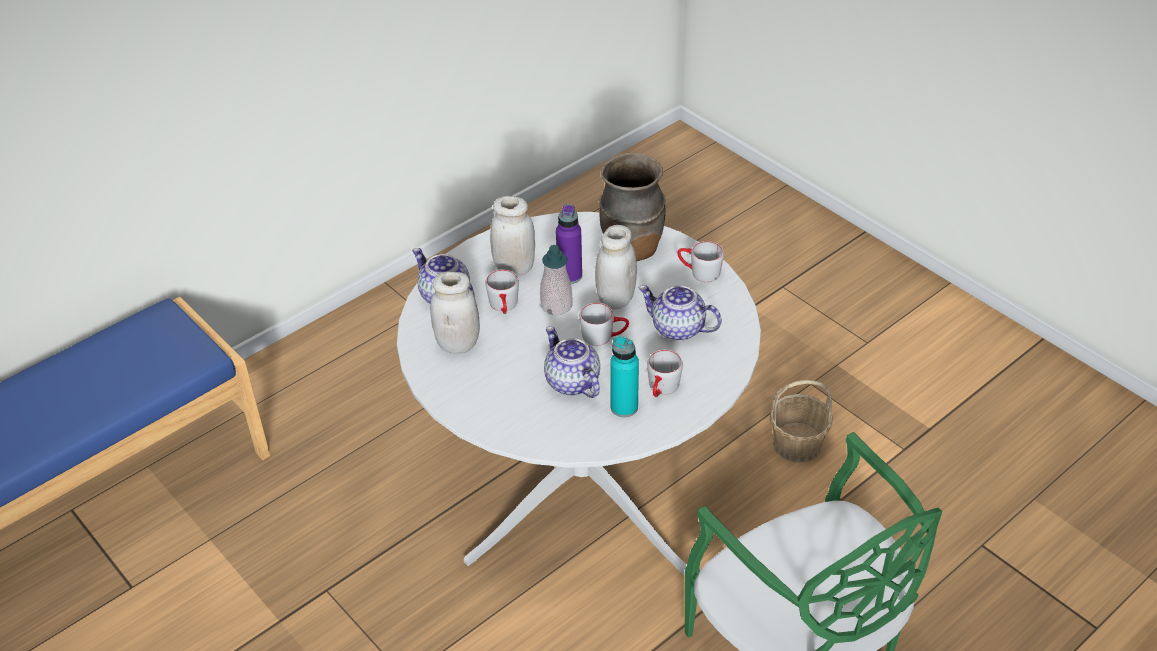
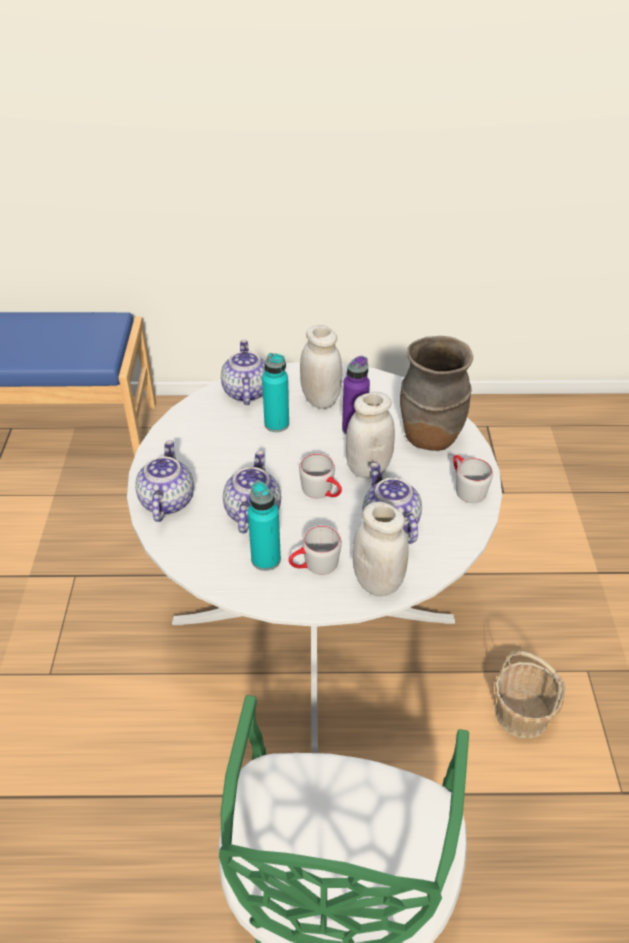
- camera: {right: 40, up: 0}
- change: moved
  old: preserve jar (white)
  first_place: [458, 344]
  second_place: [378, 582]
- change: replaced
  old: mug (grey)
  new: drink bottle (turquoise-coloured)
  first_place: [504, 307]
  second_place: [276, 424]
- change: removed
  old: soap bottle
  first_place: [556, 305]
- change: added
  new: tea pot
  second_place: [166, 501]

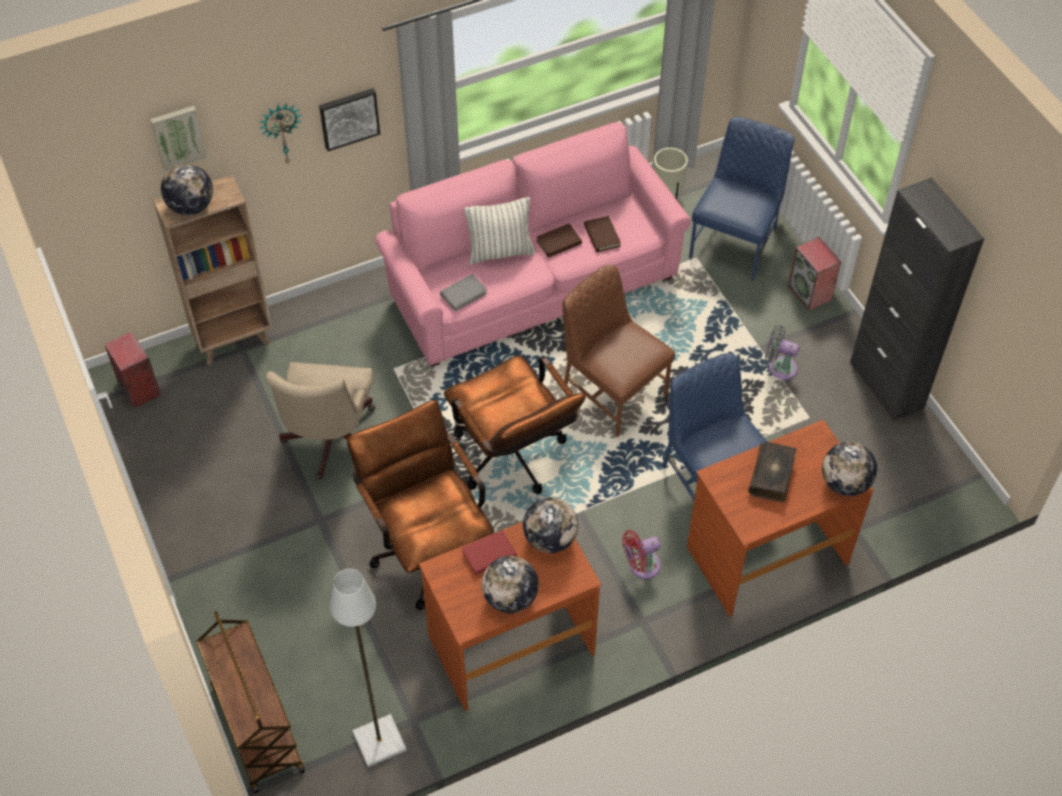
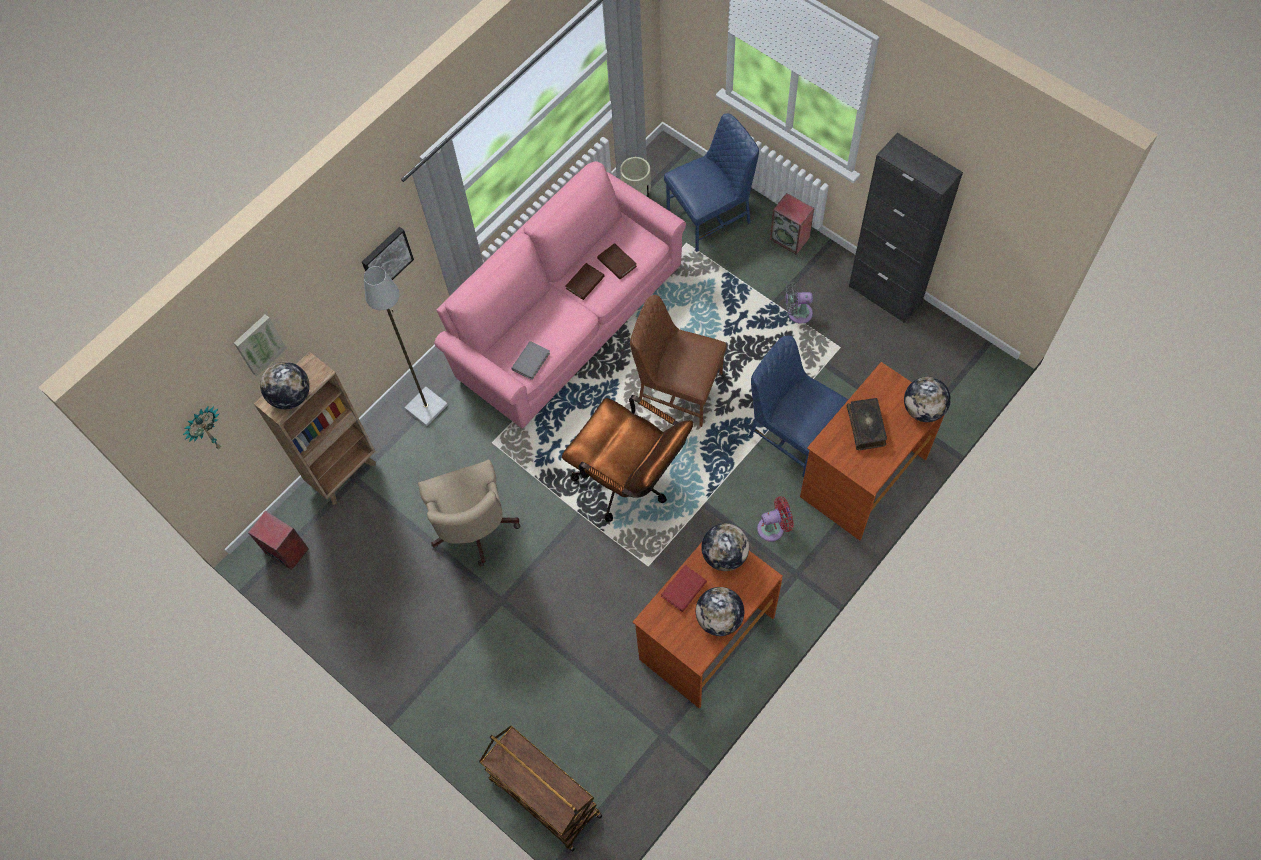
- camera: {right: -20, up: 10}
- change: moved
  old: hanging clock
  first_place: [281, 132]
  second_place: [205, 429]
- change: moved
  old: standard lamp (grey)
  first_place: [379, 740]
  second_place: [426, 406]
- change: removed
  old: desk chair (brown-coloured)
  first_place: [427, 547]
- change: removed
  old: cushion
  first_place: [500, 252]
- change: turned
  old: electric fan (red-coloured)
  first_place: [641, 566]
  second_place: [773, 528]
  degrees: -150
- change: turned
  old: upright chair (bluish)
  first_place: [735, 242]
  second_place: [710, 216]
  degrees: 60

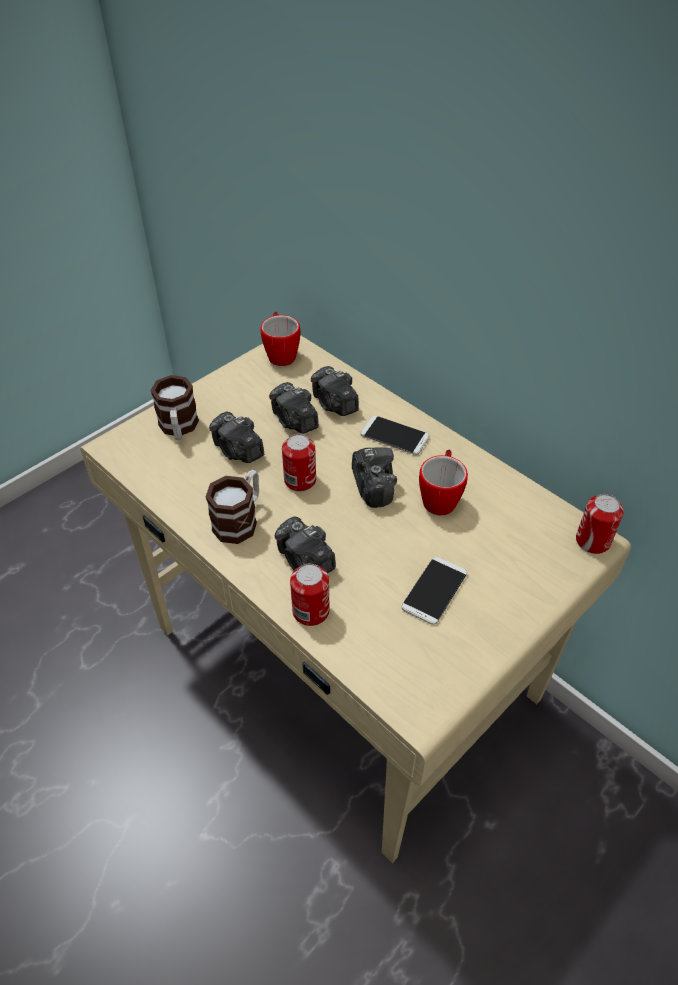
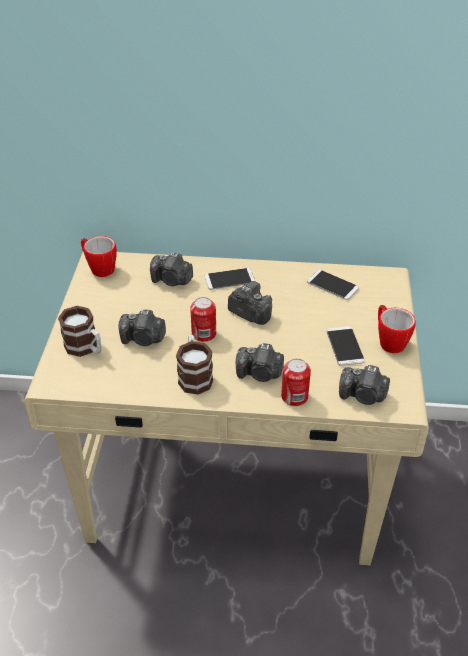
- camera: {right: -40, up: -5}
- change: moved
  old: photo camera
  first_place: [294, 421]
  second_place: [363, 396]
- change: moved
  old: mug
  first_place: [440, 497]
  second_place: [389, 341]
- change: removed
  old: can
  first_place: [592, 541]
- change: added
  new: handset
  second_place: [332, 285]

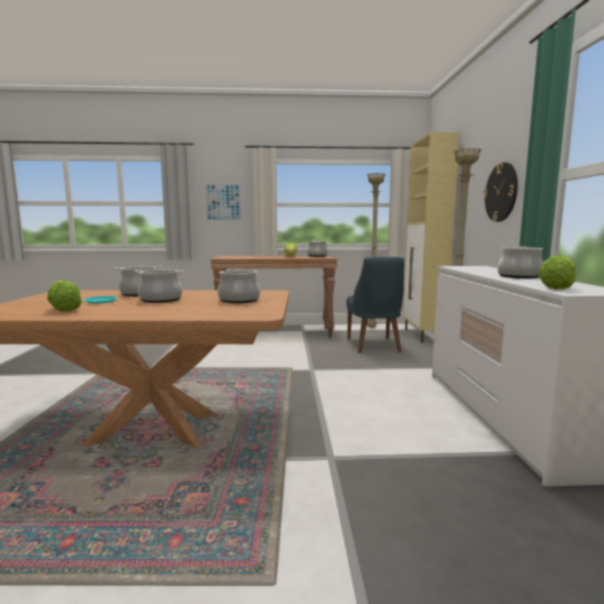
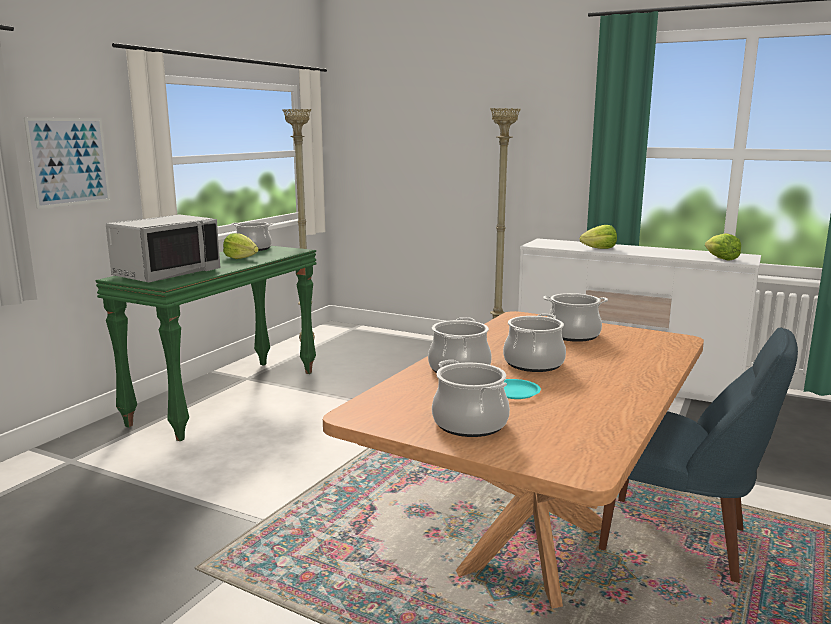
- camera: {right: -60, up: 5}
- change: moved
  old: lettuce
  first_place: [64, 310]
  second_place: [599, 249]
- change: recoloured
  old: hall table (brown-coloured)
  new: hall table (greenish)
  first_place: [276, 333]
  second_place: [226, 396]
- change: moved
  old: upright chair (bluish)
  first_place: [374, 346]
  second_place: [681, 541]
- change: removed
  old: storage cabinet (beige-coloured)
  first_place: [423, 335]
- change: removed
  old: hanging clock
  first_place: [501, 192]
- change: moved
  old: stockpot
  first_place: [519, 276]
  second_place: [469, 424]
- change: added
  new: microwave (grey)
  second_place: [166, 273]

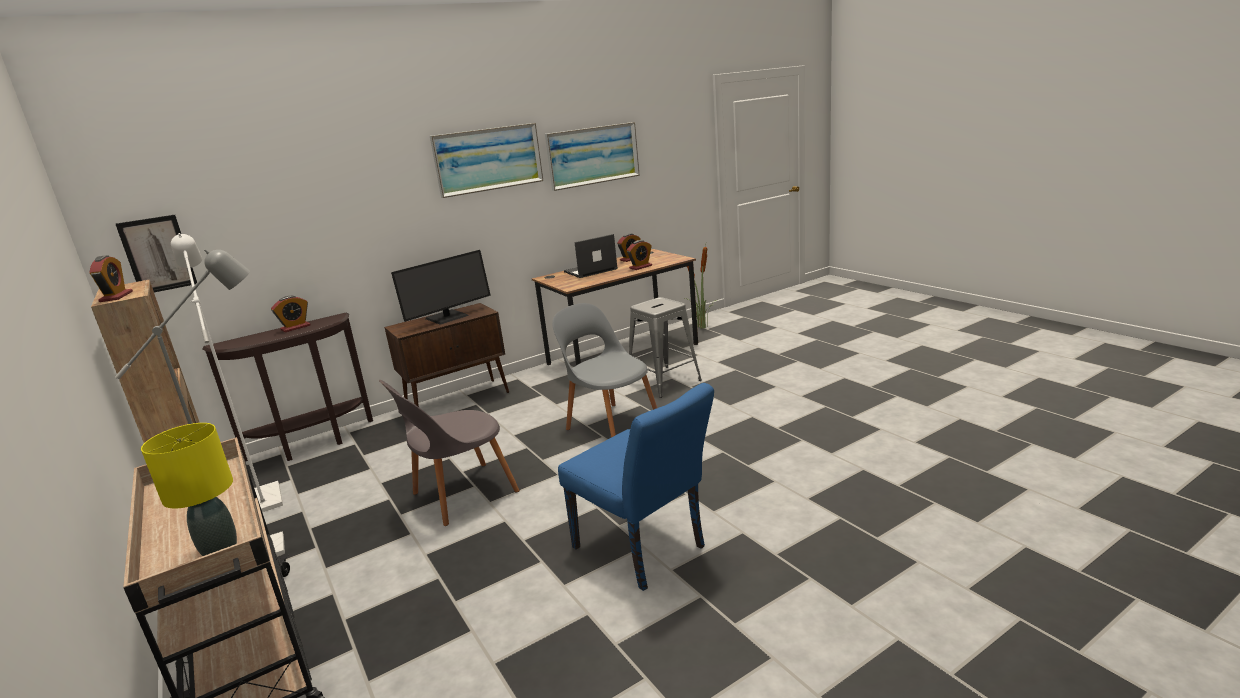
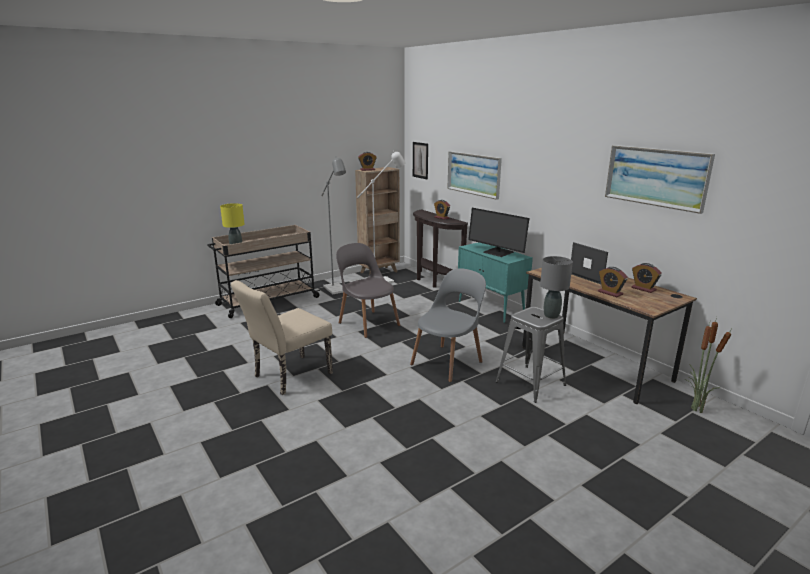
- camera: {right: 85, up: 0}
- change: recoloured
  old: storage cabinet (brown-coloured)
  new: storage cabinet (turquoise-coloured)
  first_place: [458, 400]
  second_place: [491, 308]
- change: moved
  old: wall picture
  first_place: [488, 159]
  second_place: [474, 174]
- change: recoloured
  old: upright chair (bluish)
  new: upright chair (beige-coloured)
  first_place: [645, 551]
  second_place: [288, 377]
- change: added
  new: tabletop lamp (grey)
  second_place: [551, 316]

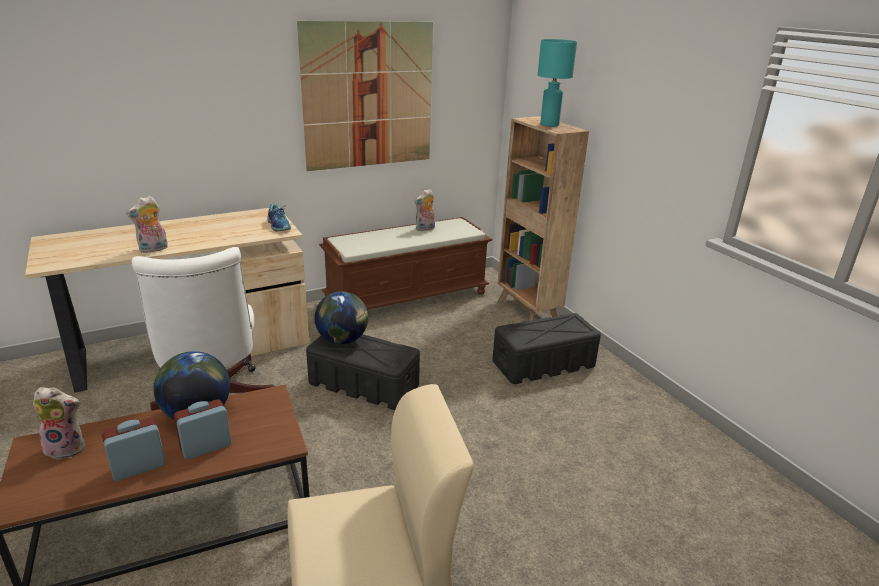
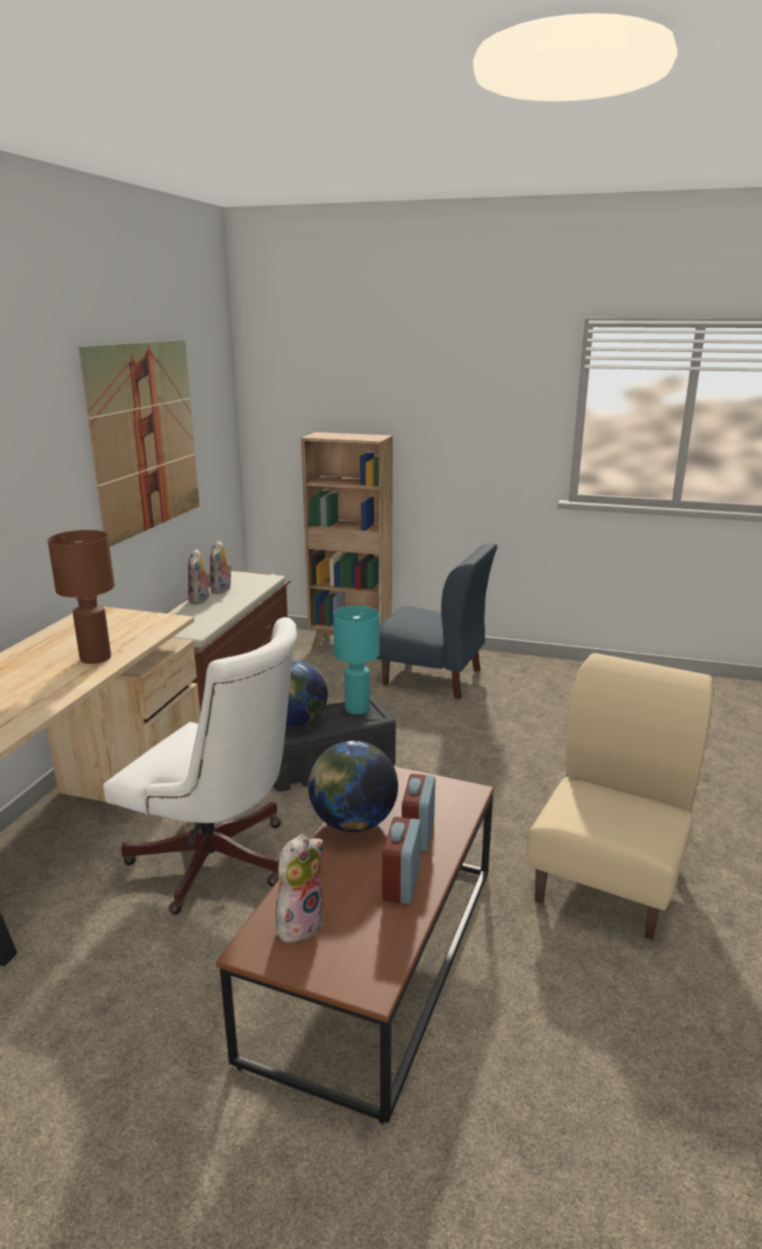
- camera: {right: -45, up: -5}
- change: moved
  old: cuddly toy
  first_place: [153, 249]
  second_place: [200, 600]
- change: removed
  old: shoe
  first_place: [279, 225]
- change: replaced
  old: storage bin (blackish)
  new: upright chair (bluish)
  first_place: [542, 364]
  second_place: [433, 677]
- change: moved
  old: tabletop lamp (turquoise-coloured)
  first_place: [550, 125]
  second_place: [358, 709]
- change: added
  new: tabletop lamp (brown-coloured)
  second_place: [95, 658]

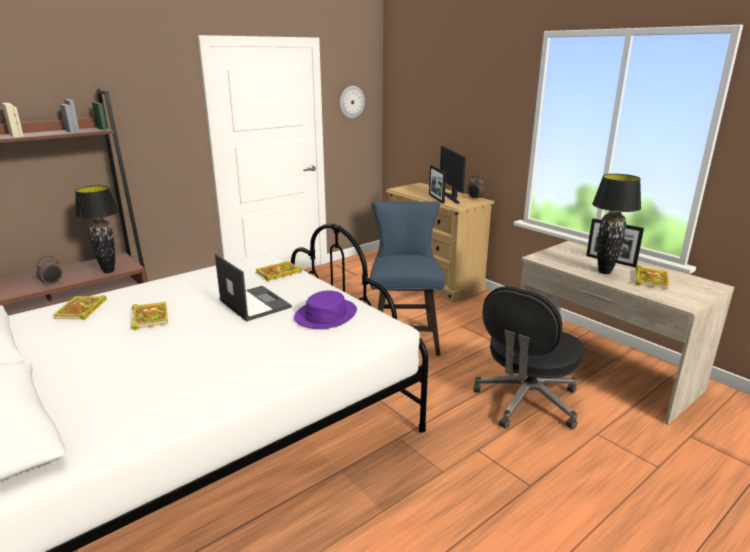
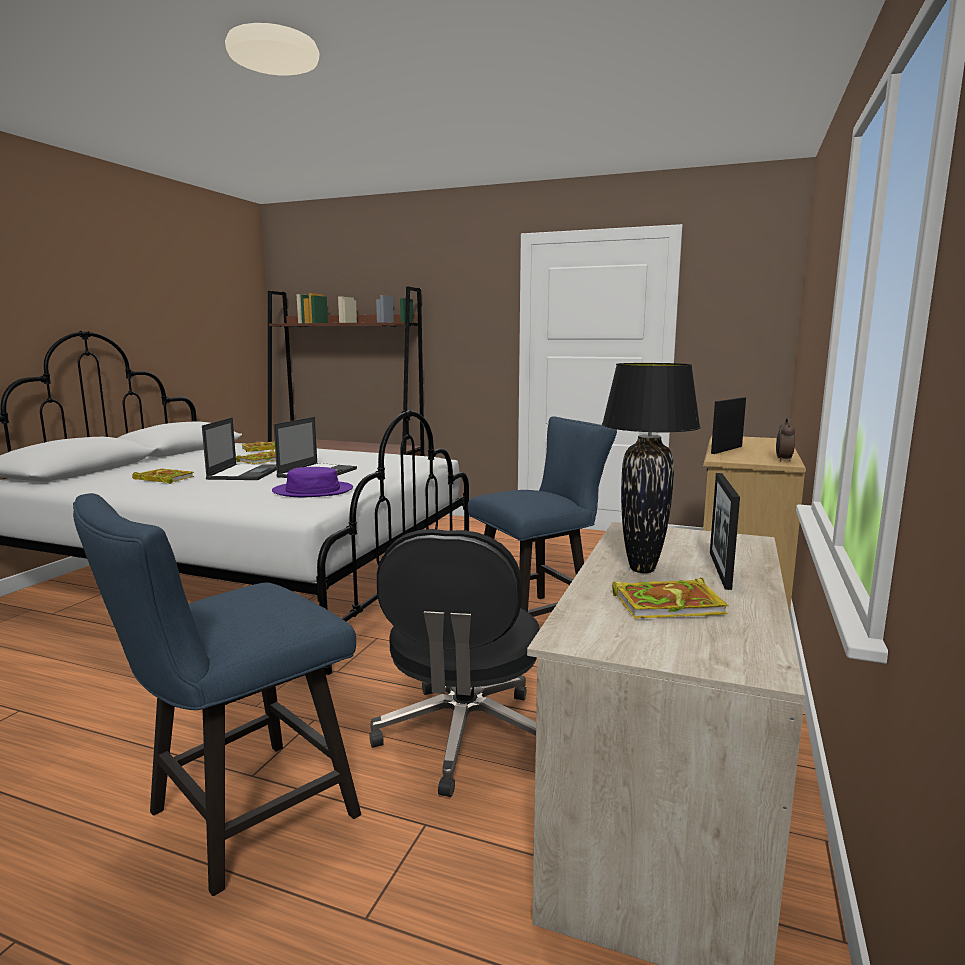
- camera: {right: 60, up: -10}
- change: removed
  old: table clock
  first_place: [52, 284]
- change: removed
  old: tabletop lamp (blackish)
  first_place: [108, 271]
- change: moved
  old: book
  first_place: [277, 273]
  second_place: [163, 479]
- change: removed
  old: hanging clock
  first_place: [351, 102]
- change: removed
  old: computer screen
  first_place: [452, 197]
- change: turned
  old: desk chair (blackish)
  first_place: [526, 402]
  second_place: [463, 737]
  degrees: -90
- change: added
  new: upright chair (bluish)
  second_place: [238, 819]
- change: added
  new: notebook computer
  second_place: [245, 473]

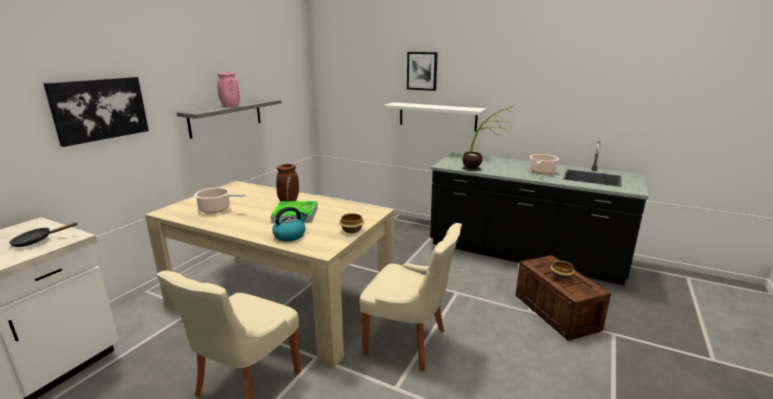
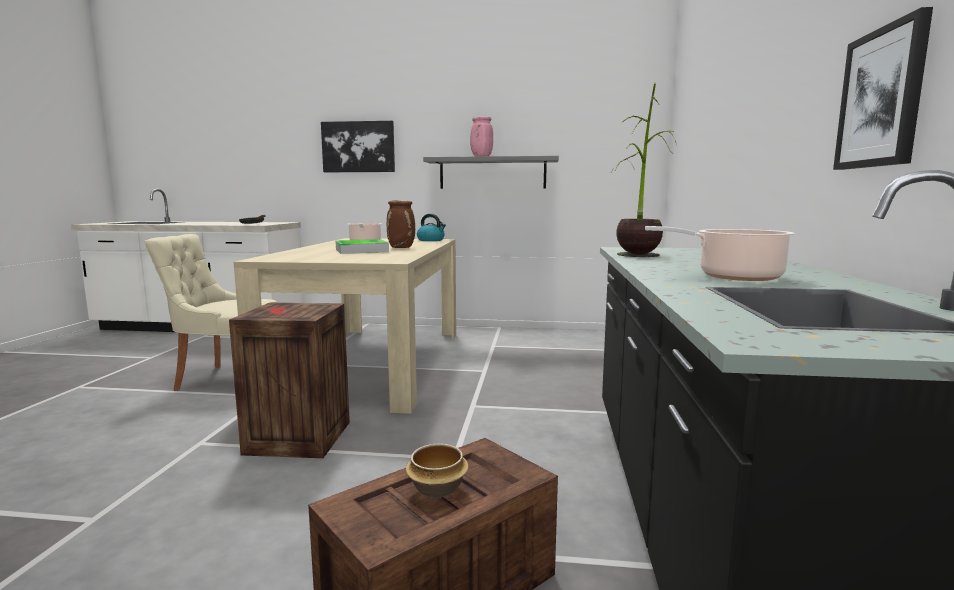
- camera: {right: 70, up: -10}
- change: moved
  old: tea kettle
  first_place: [290, 235]
  second_place: [431, 240]
- change: removed
  old: deep dish
  first_place: [352, 230]
- change: replaced
  old: upright chair (beige-coloured)
  new: packing crate
  first_place: [409, 342]
  second_place: [296, 438]
- change: removed
  old: wall shelf (white)
  first_place: [437, 116]
- change: moved
  old: wall picture
  first_place: [422, 71]
  second_place: [882, 98]

